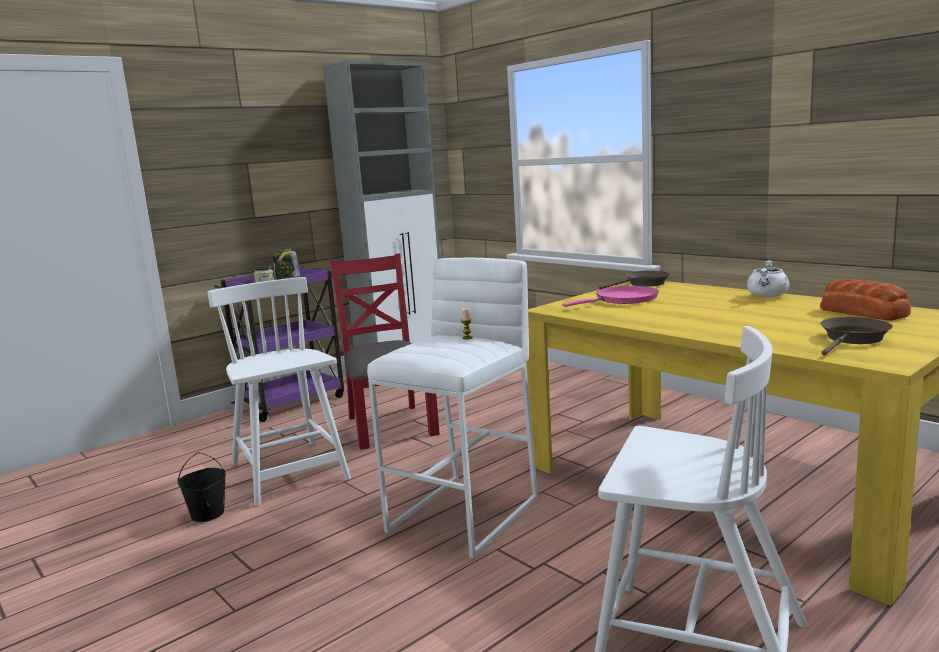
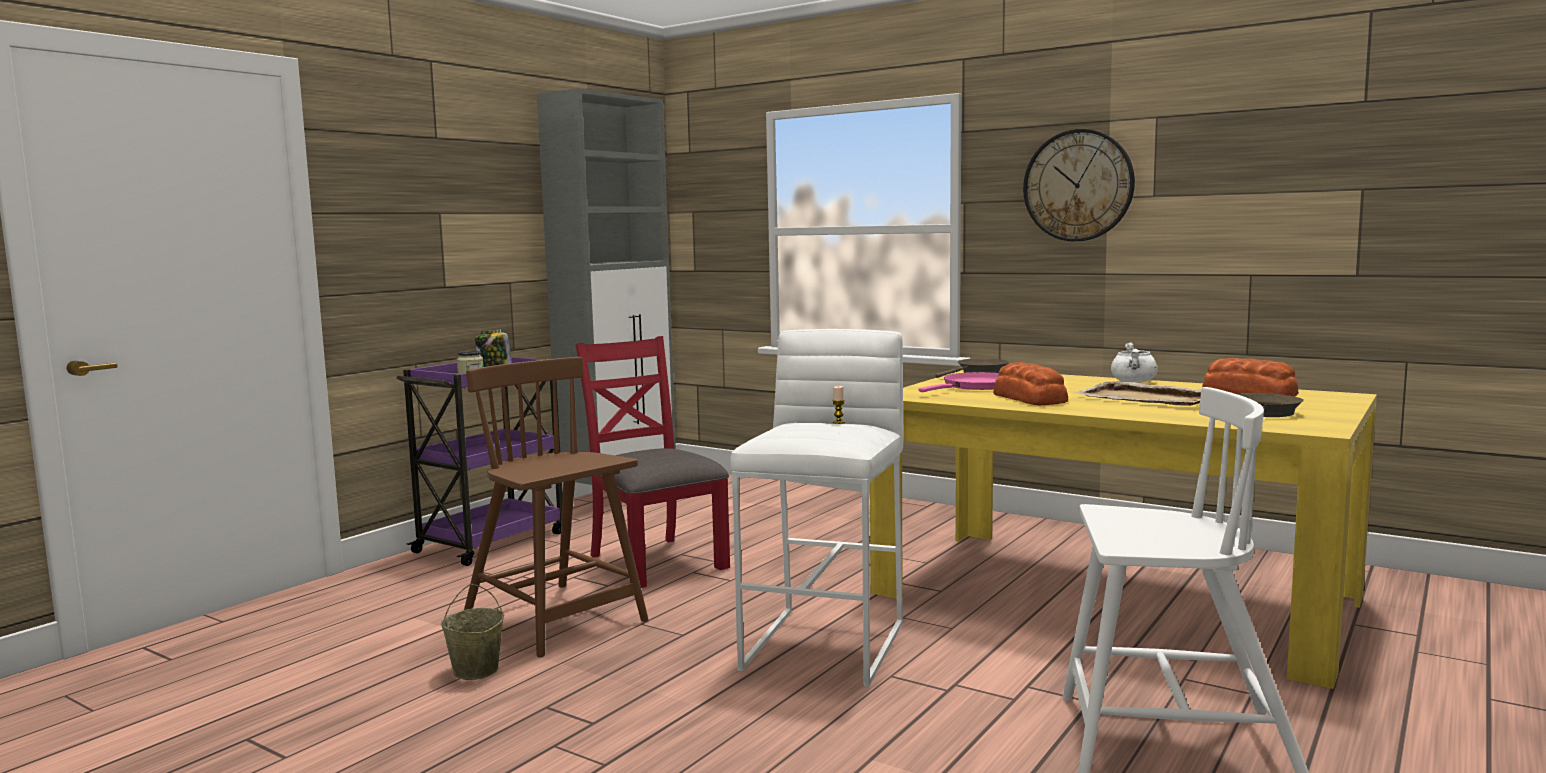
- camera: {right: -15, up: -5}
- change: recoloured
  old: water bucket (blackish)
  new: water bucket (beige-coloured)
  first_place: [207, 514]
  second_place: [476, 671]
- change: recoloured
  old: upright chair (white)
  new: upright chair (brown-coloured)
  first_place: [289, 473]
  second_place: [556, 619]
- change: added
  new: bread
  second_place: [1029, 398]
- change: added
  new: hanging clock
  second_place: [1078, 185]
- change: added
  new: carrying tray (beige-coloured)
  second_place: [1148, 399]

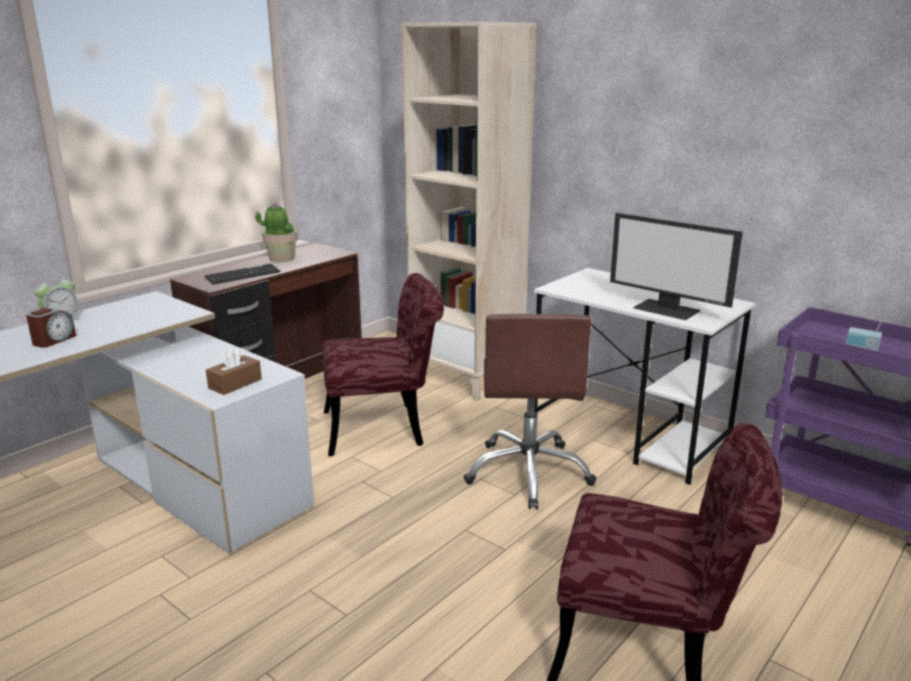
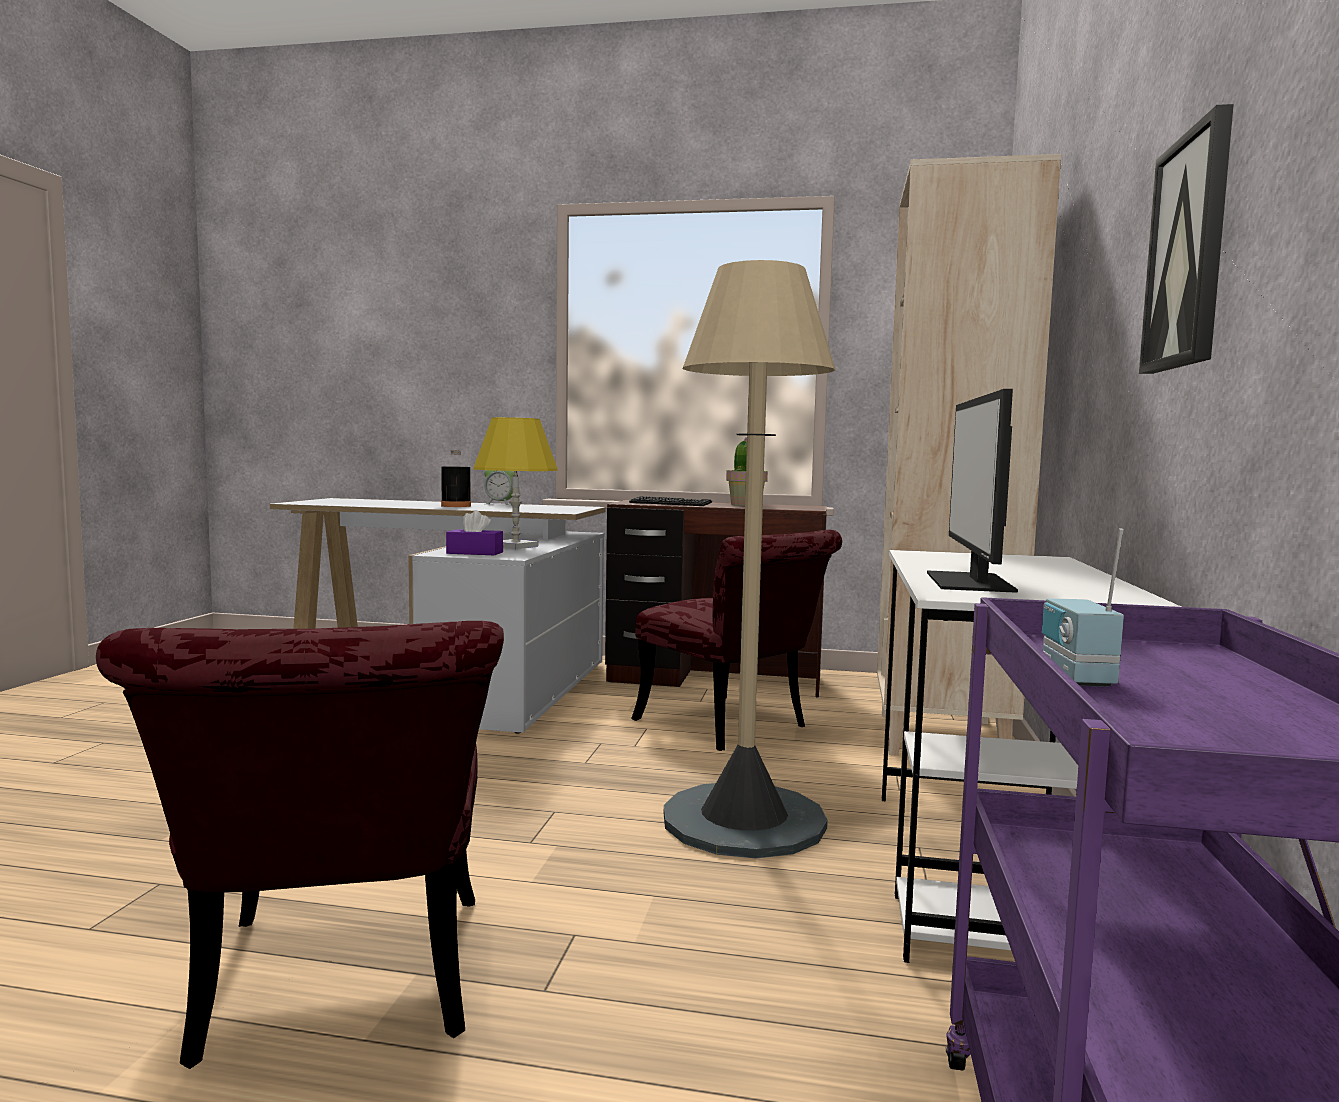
- camera: {right: 60, up: -15}
- change: replaced
  old: table clock
  new: drink bottle (blackish)
  first_place: [53, 340]
  second_place: [456, 506]
- change: recoloured
  old: box of tissues (brown-coloured)
  new: box of tissues (purple-coloured)
  first_place: [235, 384]
  second_place: [475, 553]
- change: replaced
  old: desk chair (brown-coloured)
  new: standard lamp (beige-coloured)
  first_place: [529, 473]
  second_place: [743, 821]
- change: added
  new: tabletop lamp (yellow-coloured)
  second_place: [515, 546]
- change: added
  new: wall picture
  second_place: [1189, 252]

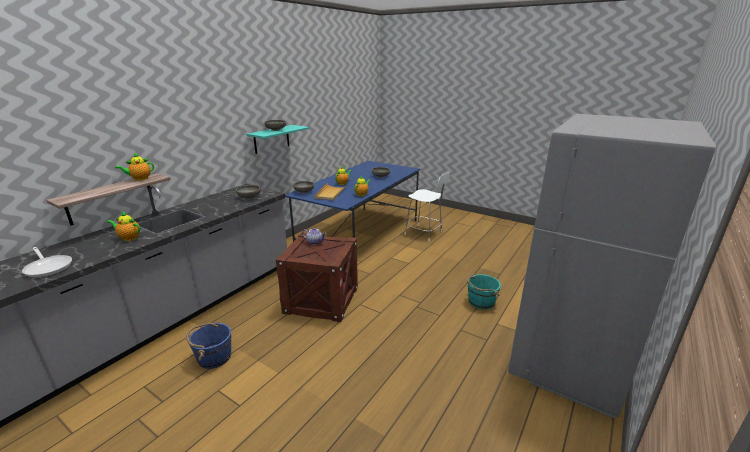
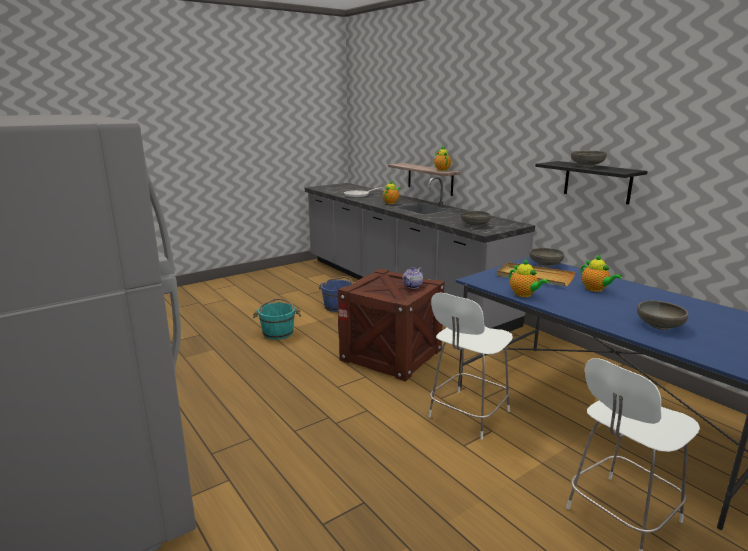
- camera: {right: 110, up: -5}
- change: recoloured
  old: wall shelf (turquoise-coloured)
  new: wall shelf (blackish)
  first_place: [271, 139]
  second_place: [597, 182]
- change: moved
  old: water bucket (turquoise-coloured)
  first_place: [480, 302]
  second_place: [278, 333]
- change: added
  new: upright chair (white)
  second_place: [467, 415]

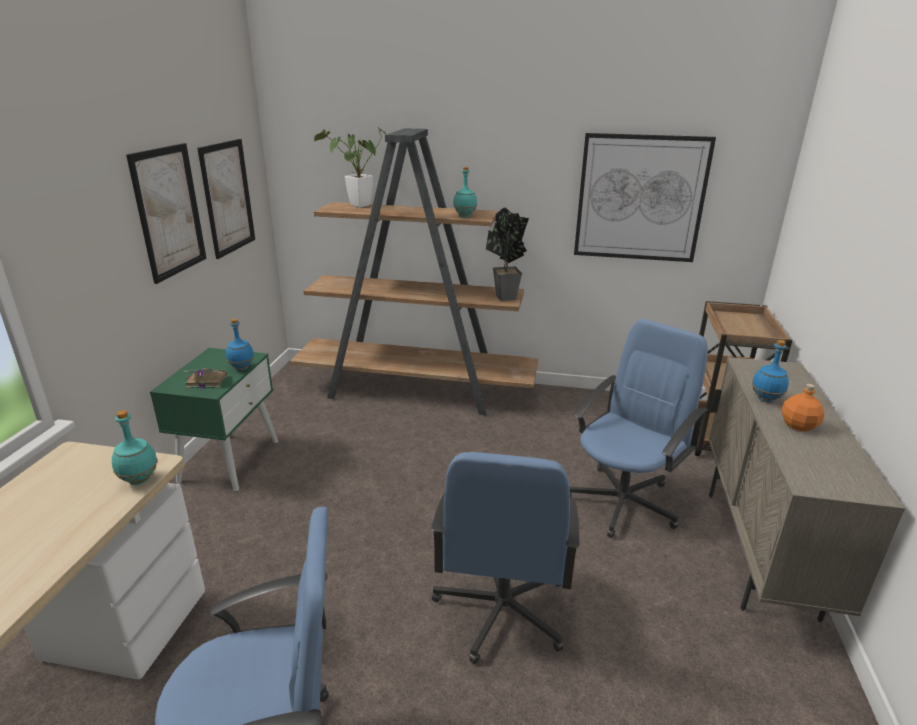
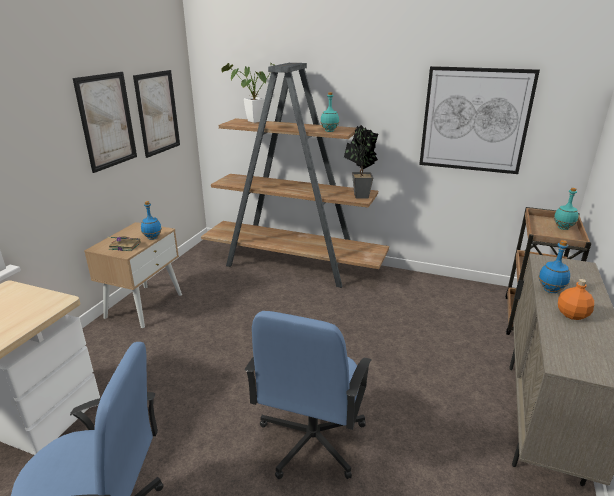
- camera: {right: 10, up: 0}
- change: moved
  old: drink bottle (turquoise-coloured)
  first_place: [139, 480]
  second_place: [563, 228]
- change: recoloured
  old: nightstand (greenish)
  new: nightstand (beige-coloured)
  first_place: [229, 460]
  second_place: [144, 305]
- change: removed
  old: desk chair (bluish)
  first_place: [623, 501]

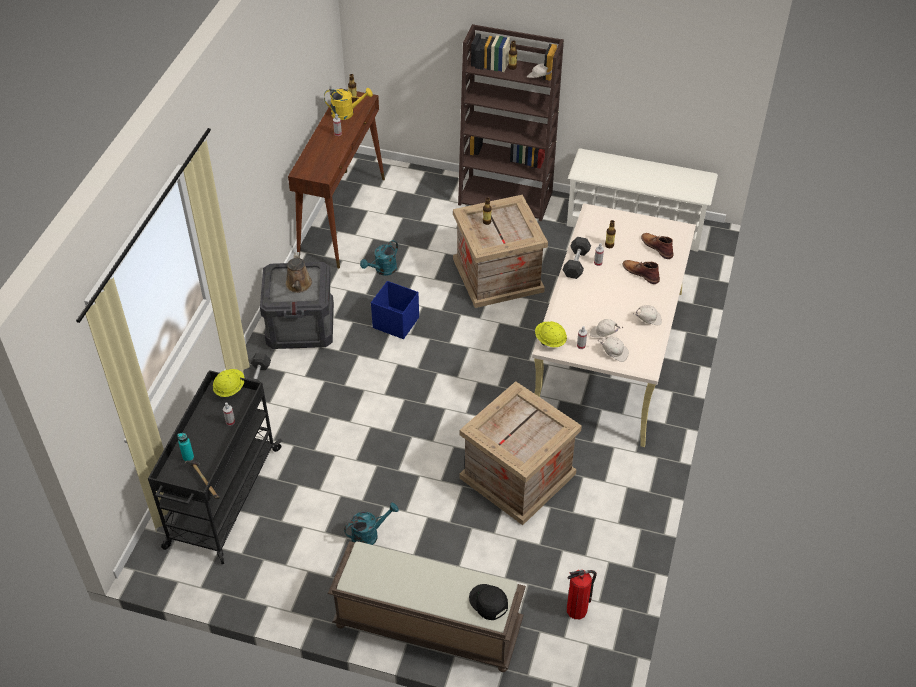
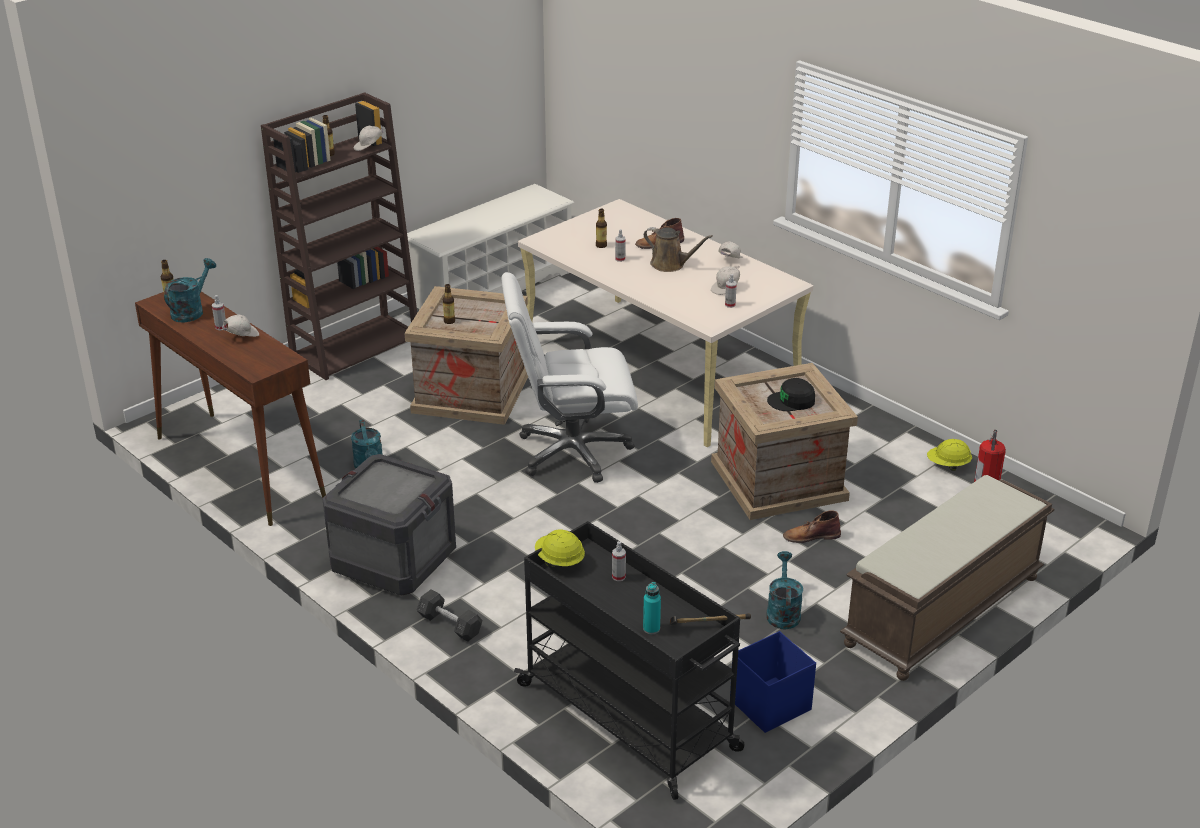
- camera: {right: -60, up: -15}
- change: moved
  old: watering can (brown-coloured)
  first_place: [298, 285]
  second_place: [670, 265]
- change: recoloured
  old: watering can (yellow-coloured)
  new: watering can (turquoise-coloured)
  first_place: [347, 113]
  second_place: [191, 311]
- change: moved
  old: storage bin (bluish)
  first_place: [395, 322]
  second_place: [769, 705]
- change: moved
  old: baseball cap (blackish)
  first_place: [488, 602]
  second_place: [792, 401]
- change: moved
  old: work helmet (yellow-coloured)
  first_place: [550, 341]
  second_place: [948, 465]
- change: removed
  old: free weight (grey)
  first_place: [576, 263]
- change: moved
  old: baseball cap (white)
  first_place: [614, 353]
  second_place: [241, 336]
- change: moved
  old: boot (brown-coloured)
  first_place: [657, 247]
  second_place: [811, 536]
- change: added
  new: desk chair (white)
  second_place: [571, 452]

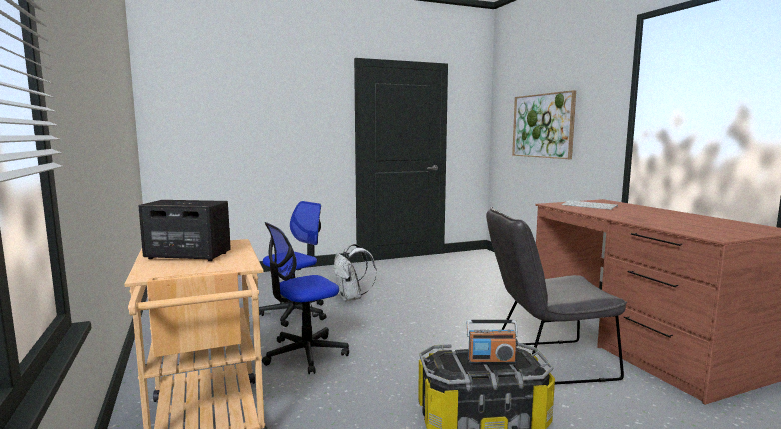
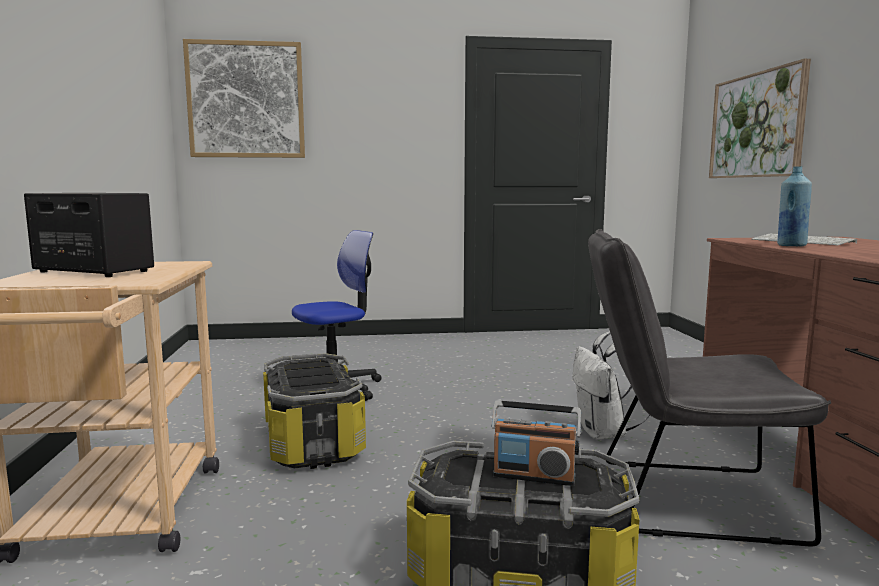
- camera: {right: 15, up: 0}
- change: replaced
  old: desk chair
  new: storage bin
  first_place: [305, 354]
  second_place: [312, 442]
- change: moved
  old: rucksack (white)
  first_place: [351, 298]
  second_place: [605, 433]
- change: added
  new: wall picture
  second_place: [246, 100]
- change: added
  new: drink bottle (bluish)
  second_place: [791, 245]

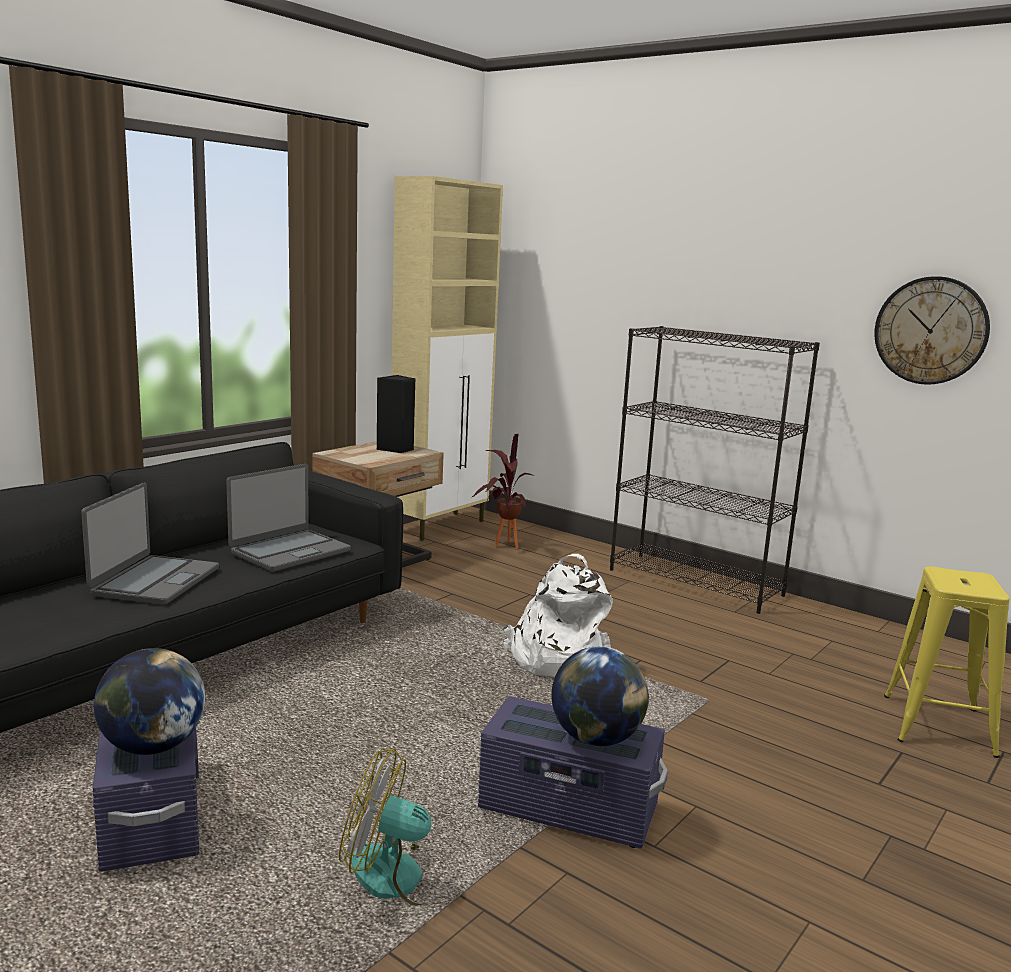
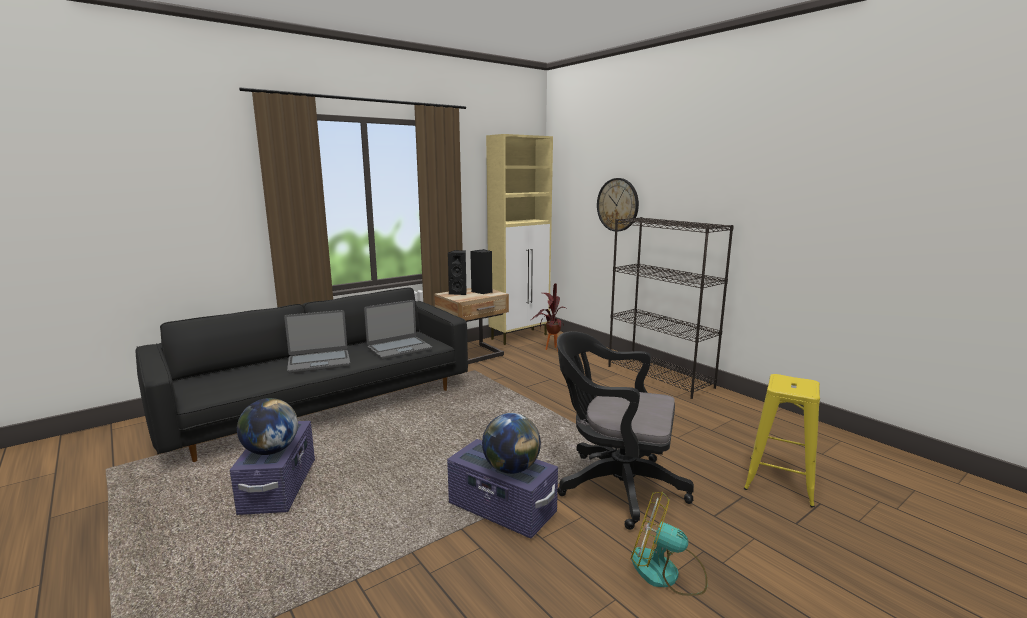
- camera: {right: 15, up: 0}
- change: turned
  old: notebook computer
  first_place: [154, 581]
  second_place: [319, 362]
  degrees: 45
- change: moved
  old: electric fan
  first_place: [404, 877]
  second_place: [666, 572]
- change: removed
  old: rucksack (white)
  first_place: [555, 659]
- change: moved
  old: hanging clock
  first_place: [931, 330]
  second_place: [617, 204]
- change: added
  new: speaker (blackish)
  second_place: [459, 293]
- change: added
  new: desk chair (blackish)
  second_place: [614, 486]

